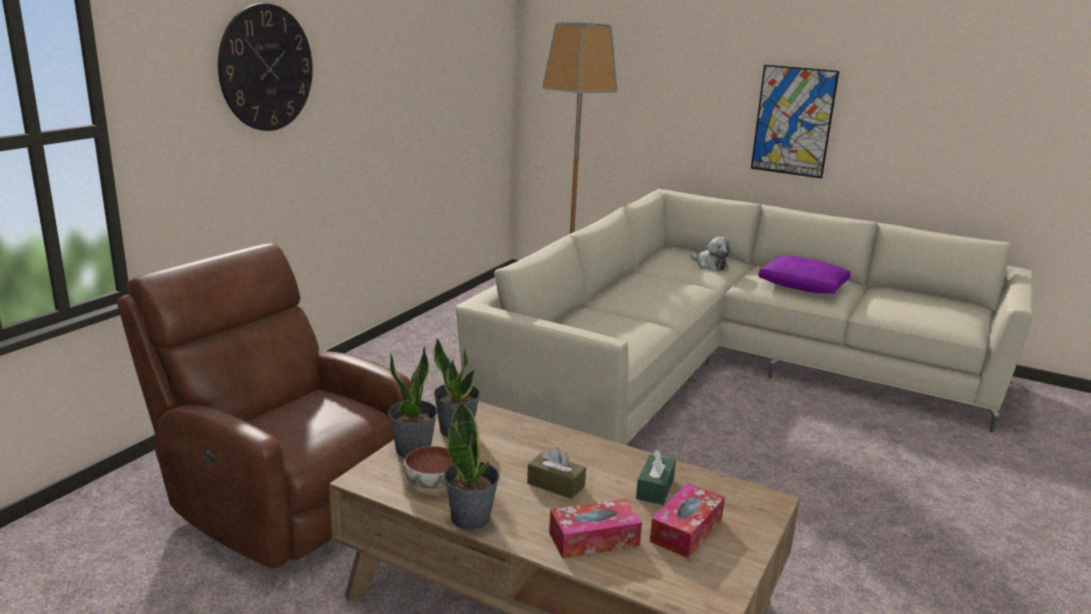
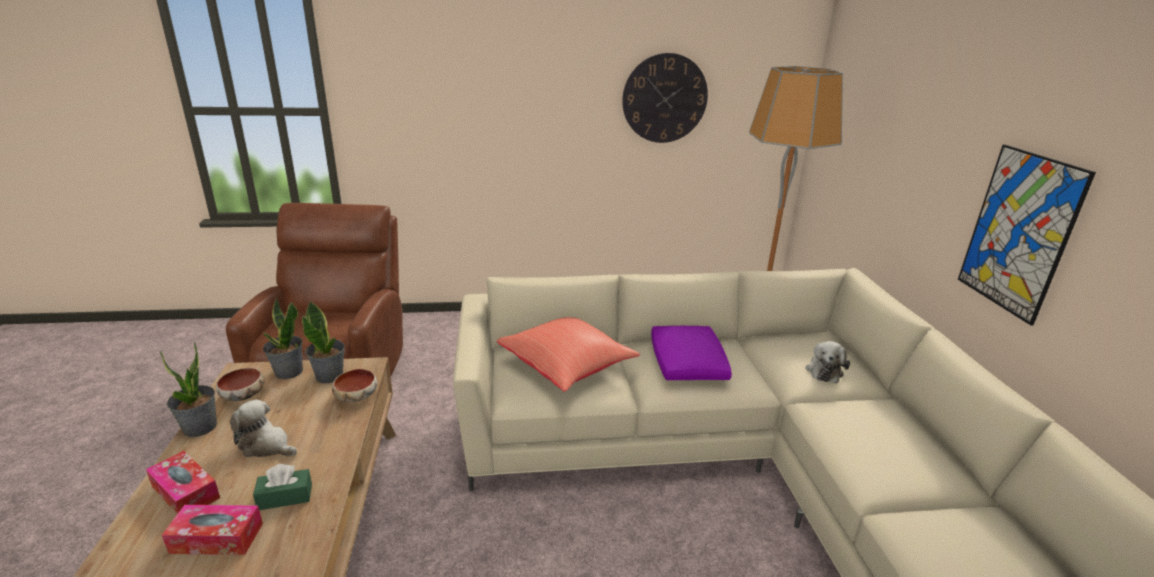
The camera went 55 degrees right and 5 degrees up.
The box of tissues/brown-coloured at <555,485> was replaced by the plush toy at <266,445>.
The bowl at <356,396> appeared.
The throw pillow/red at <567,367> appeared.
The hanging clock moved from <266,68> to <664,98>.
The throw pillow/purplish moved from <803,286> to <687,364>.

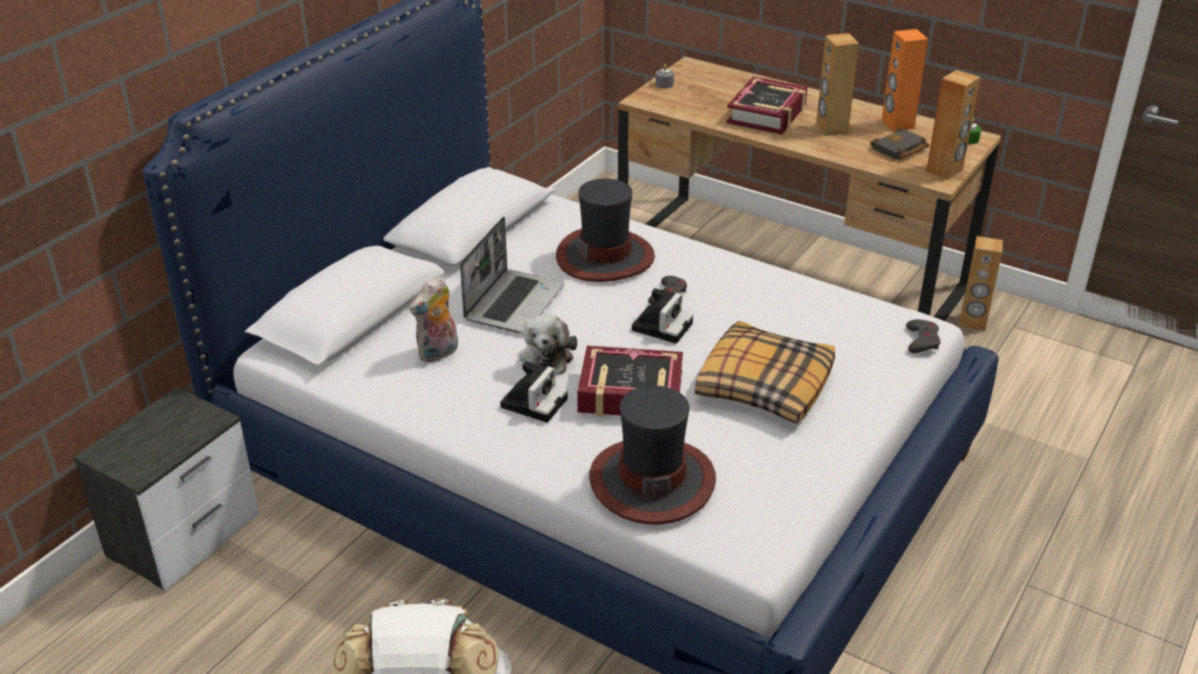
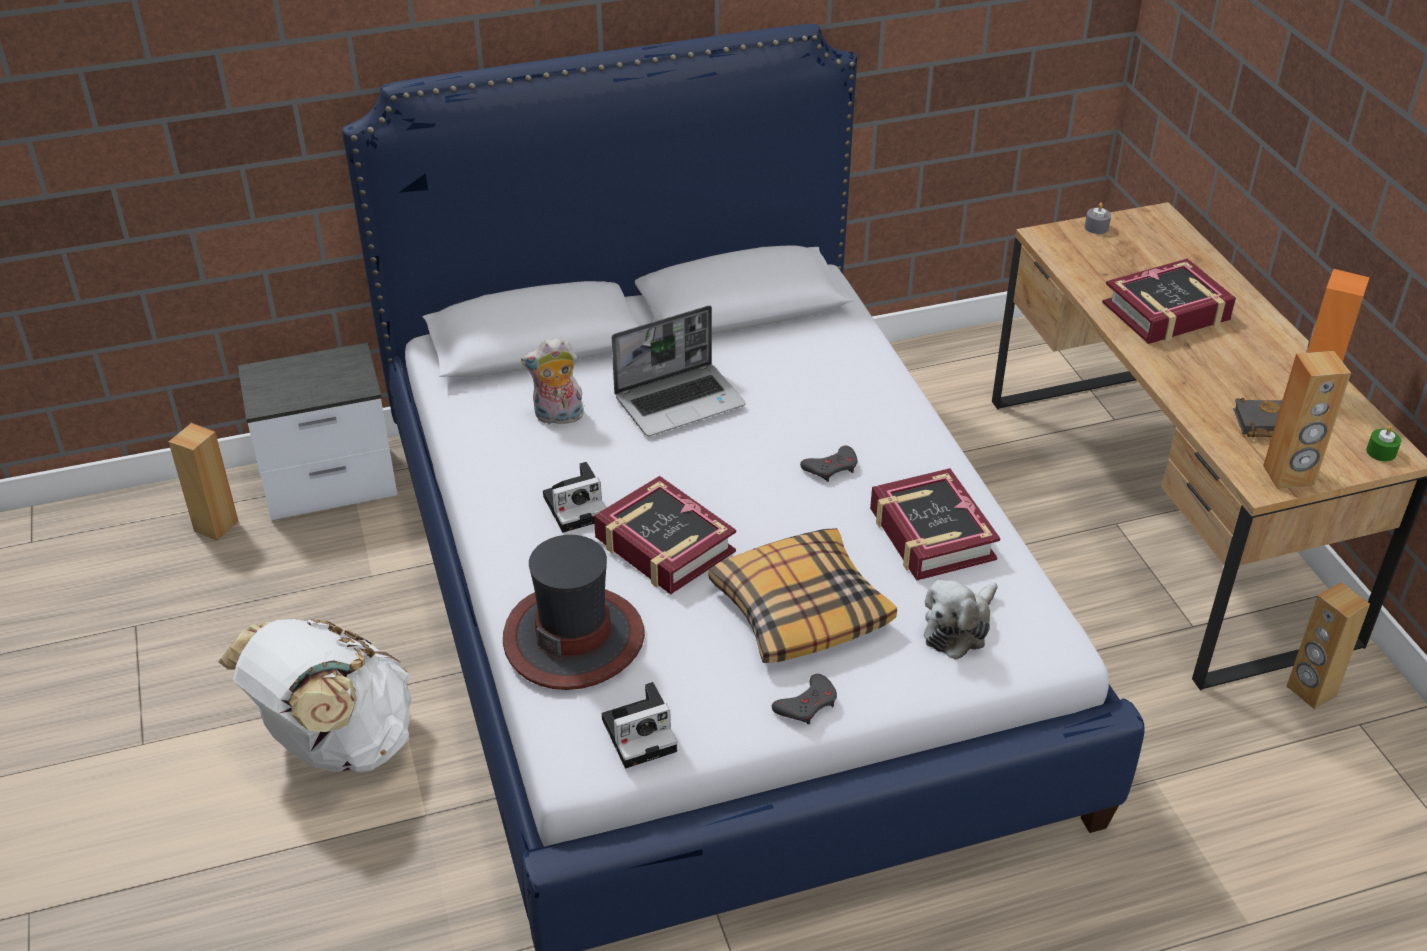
The camera went 40 degrees right and 5 degrees up.
The audio speaker/brown-coloured moved from <831,128> to <215,526>.
The still camera moved from <662,325> to <641,733>.
The gamepad/grey moved from <922,340> to <807,704>.
The book at <930,534> appeared.
The plush toy moved from <547,356> to <959,628>.
The hat at <605,257> disappeared.

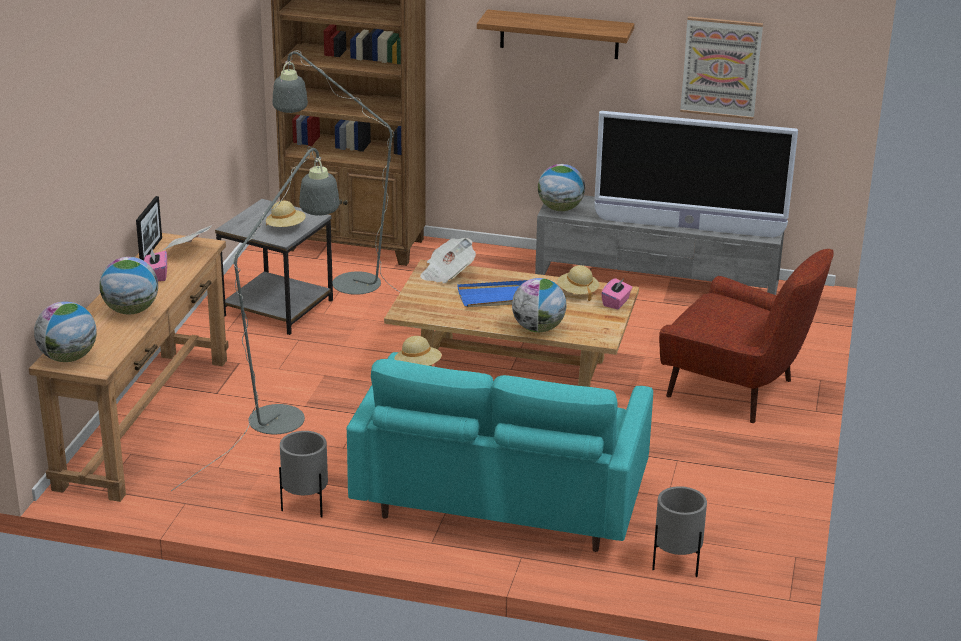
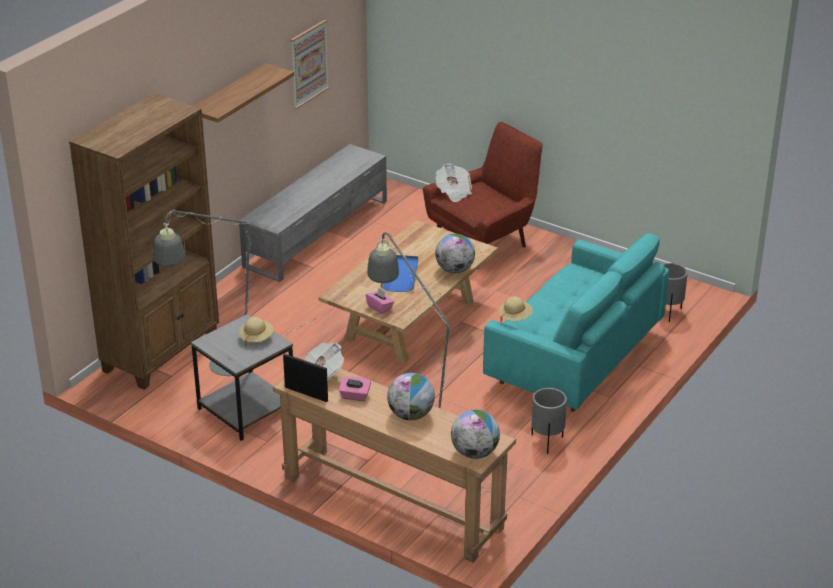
The camera went 70 degrees left and 5 degrees up.
The box of tissues/pink moved from <616,302> to <380,307>.
The daily paper moved from <447,274> to <453,192>.
The globe at <560,209> disappeared.
The hat/beige at <577,292> disappeared.
The TV at <688,228> disappeared.

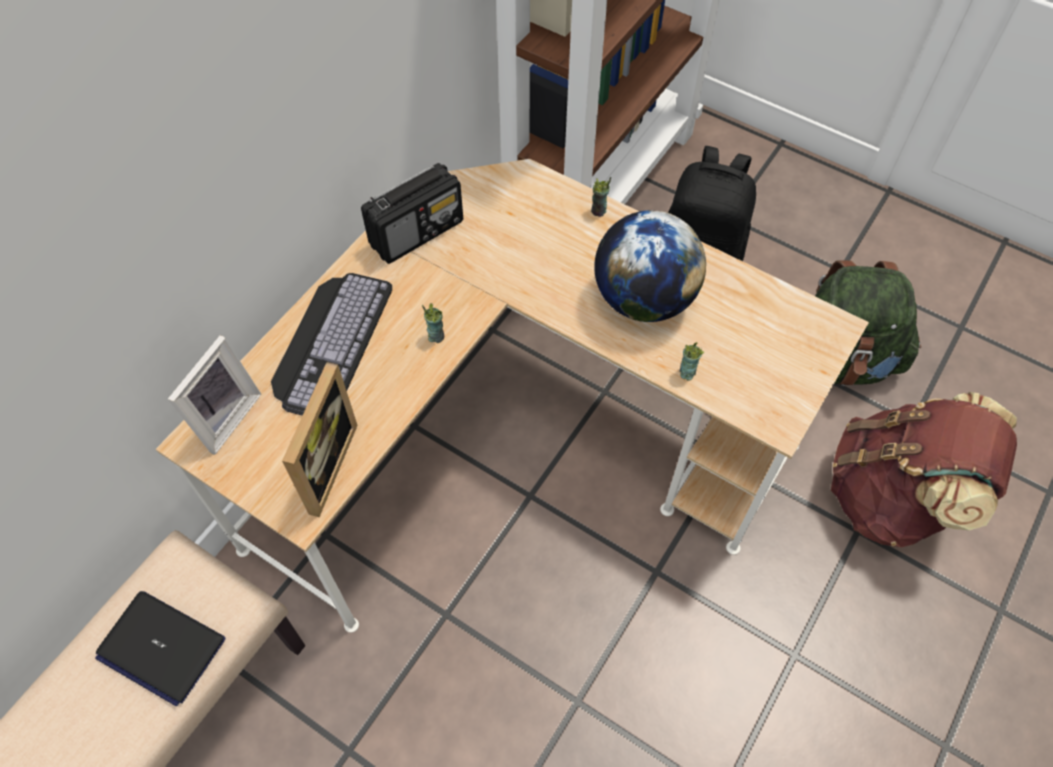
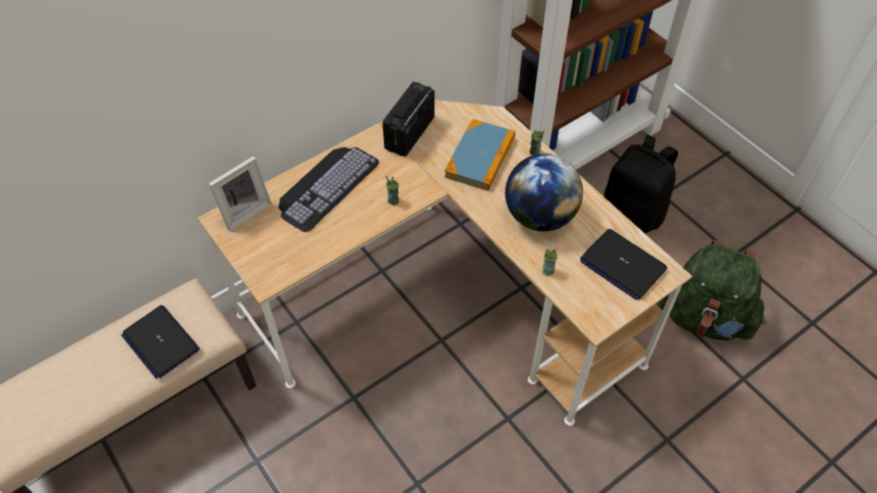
The camera went 20 degrees right and 5 degrees down.
The radio at <417,232> turned 135 degrees clockwise.
The book at <480,157> appeared.
The laptop at <622,265> appeared.
The photo frame at <322,465> disappeared.
The backpack/brown-coloured at <893,496> disappeared.

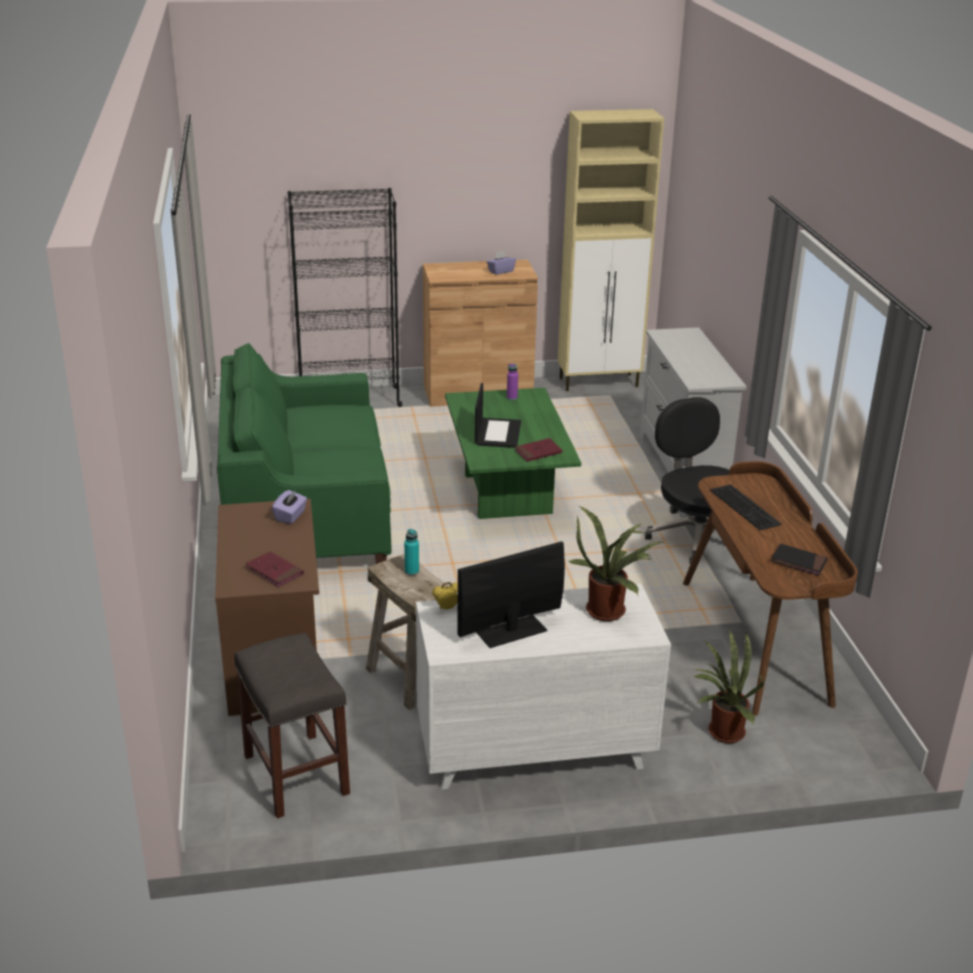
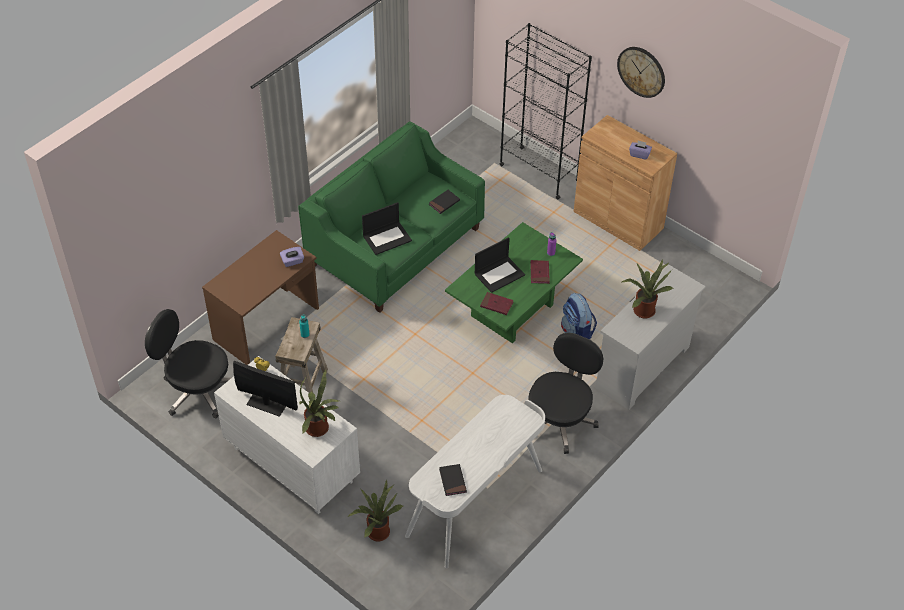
The camera went 50 degrees right and 20 degrees up.
The stool seat/grey at <294,773> was replaced by the desk chair/blackish at <197,390>.
The laptop at <387,238> appeared.
The desk/brown-coloured at <756,640> became the desk/whitish at <476,503>.
The book/blackish at <444,203> appeared.
The book/red moved from <274,571> to <539,273>.
The backpack at <577,332> appeared.
The hanging clock at <641,71> appeared.
The plant in a pot at <643,309> appeared.
The cupboard/beige at <599,382> disappeared.
The keyboard at <746,507> disappeared.

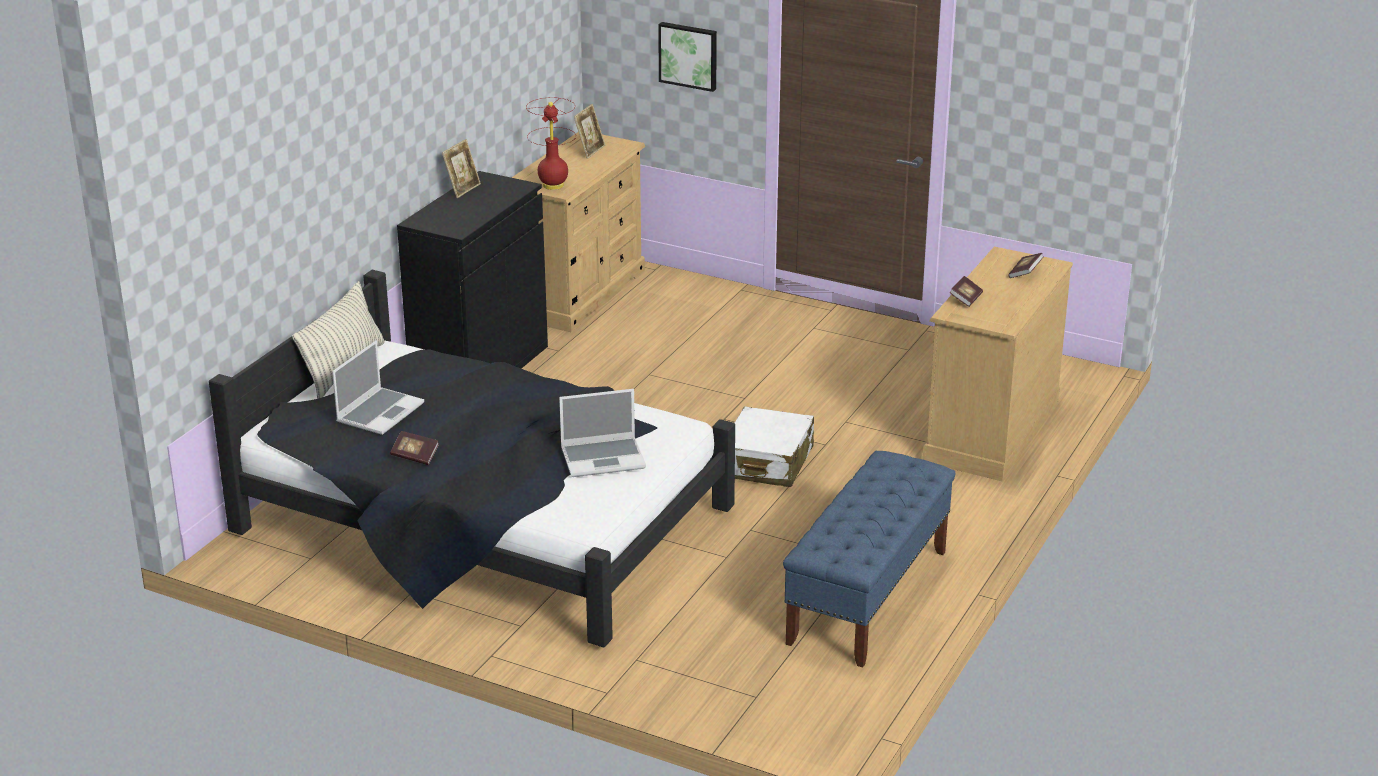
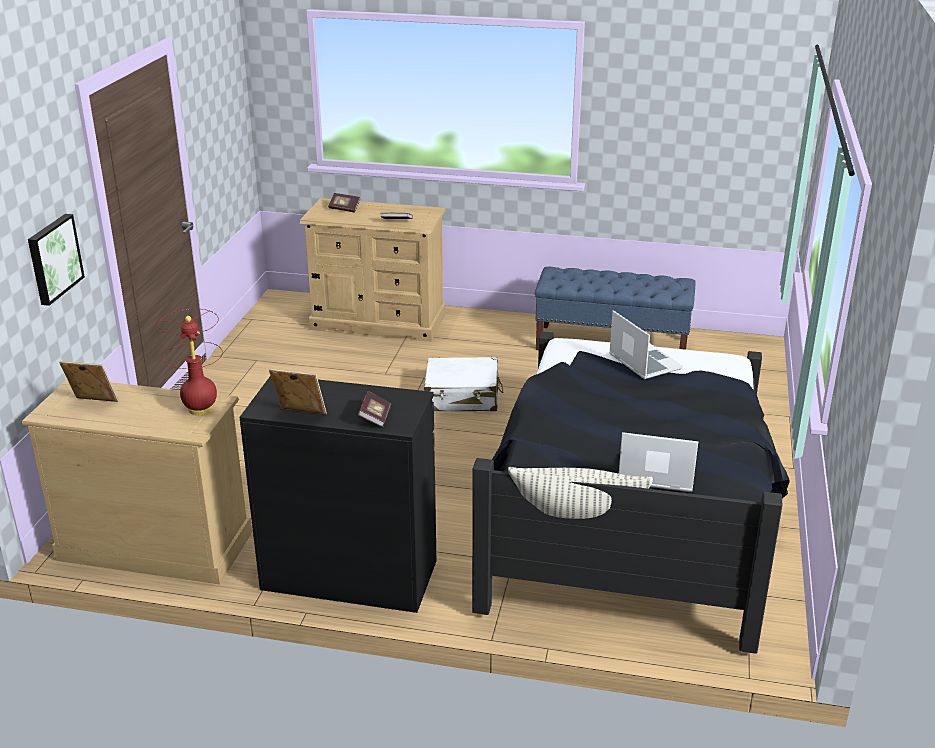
The camera went 105 degrees left and 0 degrees up.
The book moved from <415,456> to <375,417>.

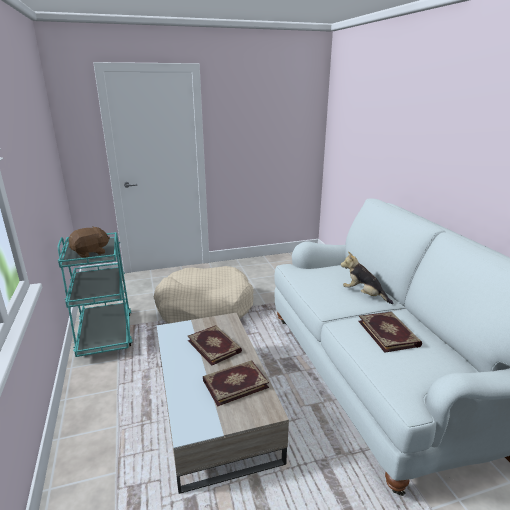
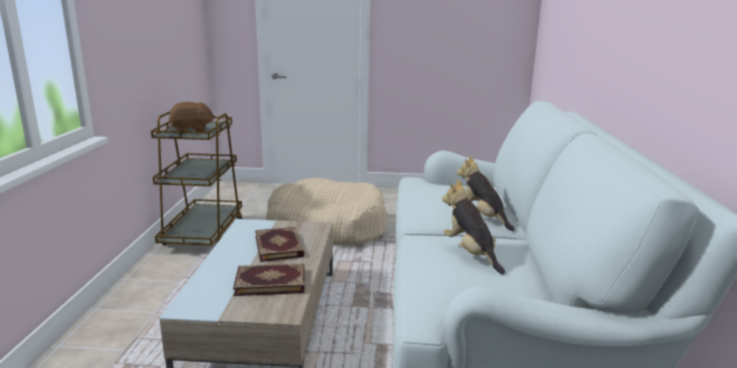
The camera went 20 degrees right and 5 degrees down.
The cart/turquoise at <105,335> became the cart/brown-coloured at <203,233>.
The book at <389,333> was replaced by the plush toy at <470,253>.

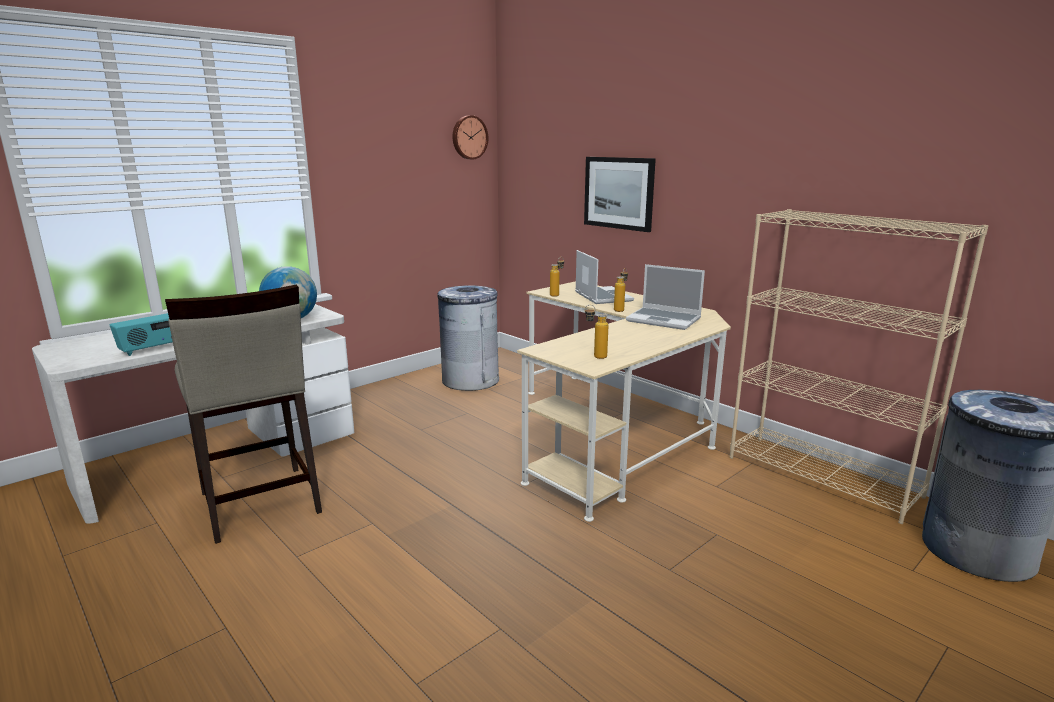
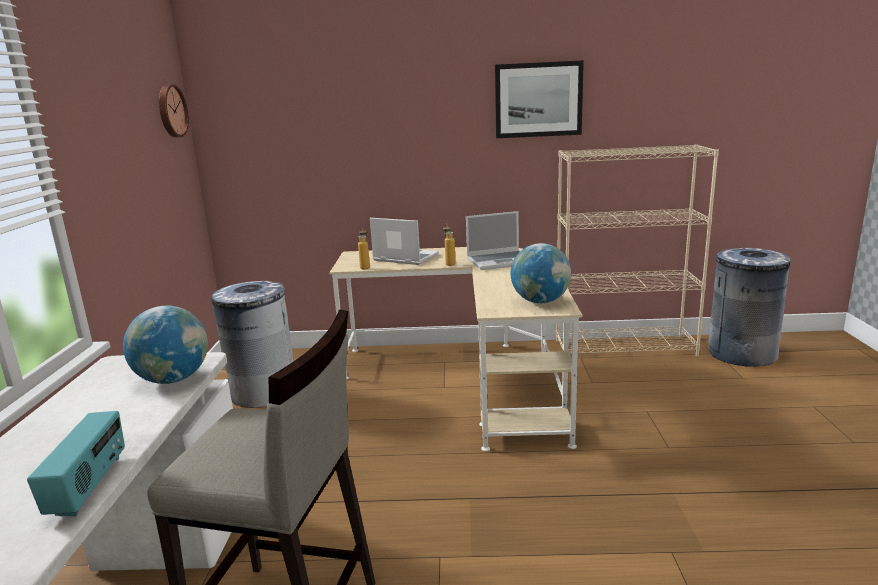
The camera went 45 degrees left and 0 degrees up.
The wall art moved from <619,193> to <538,100>.
The drink bottle at <595,356> was replaced by the globe at <540,301>.

